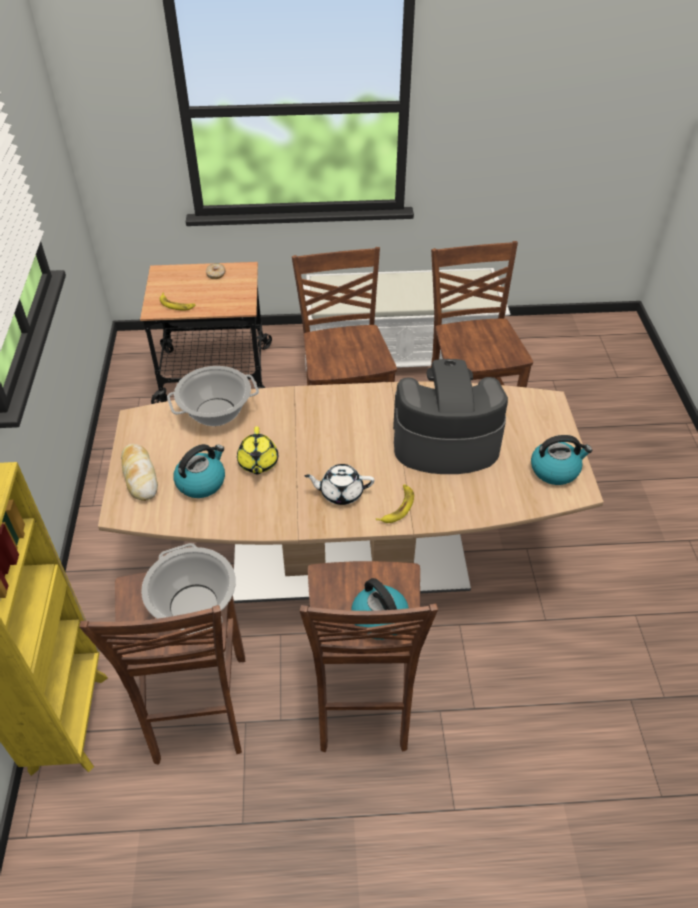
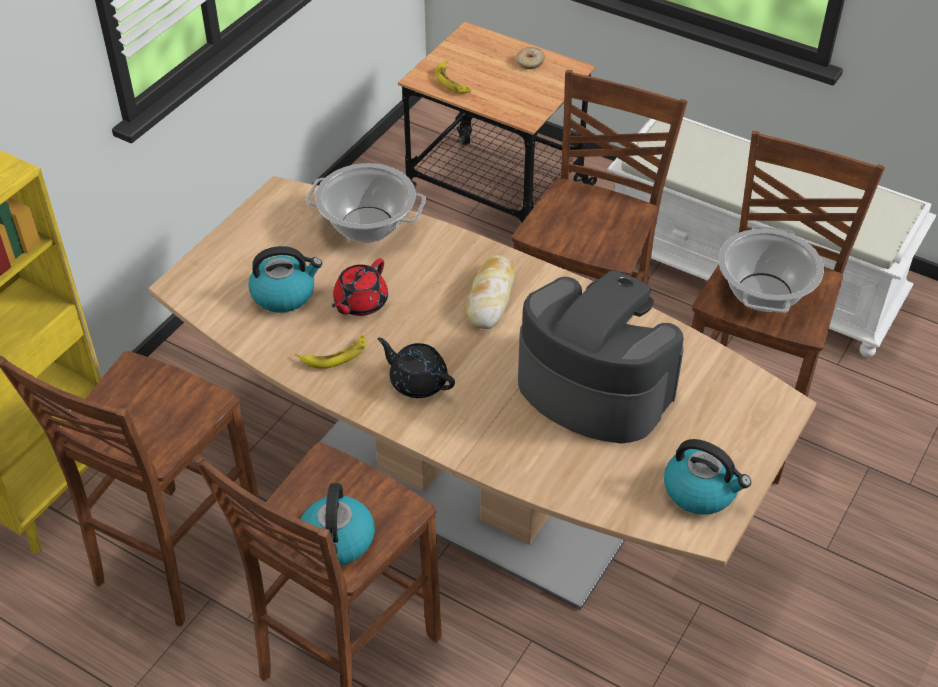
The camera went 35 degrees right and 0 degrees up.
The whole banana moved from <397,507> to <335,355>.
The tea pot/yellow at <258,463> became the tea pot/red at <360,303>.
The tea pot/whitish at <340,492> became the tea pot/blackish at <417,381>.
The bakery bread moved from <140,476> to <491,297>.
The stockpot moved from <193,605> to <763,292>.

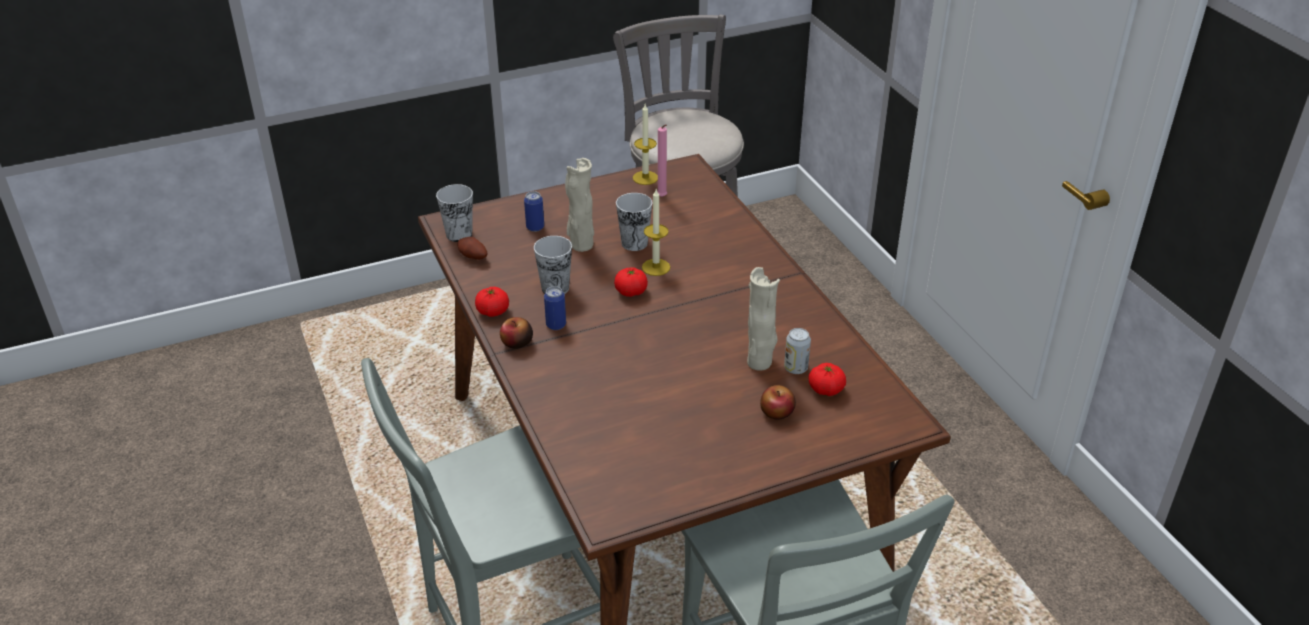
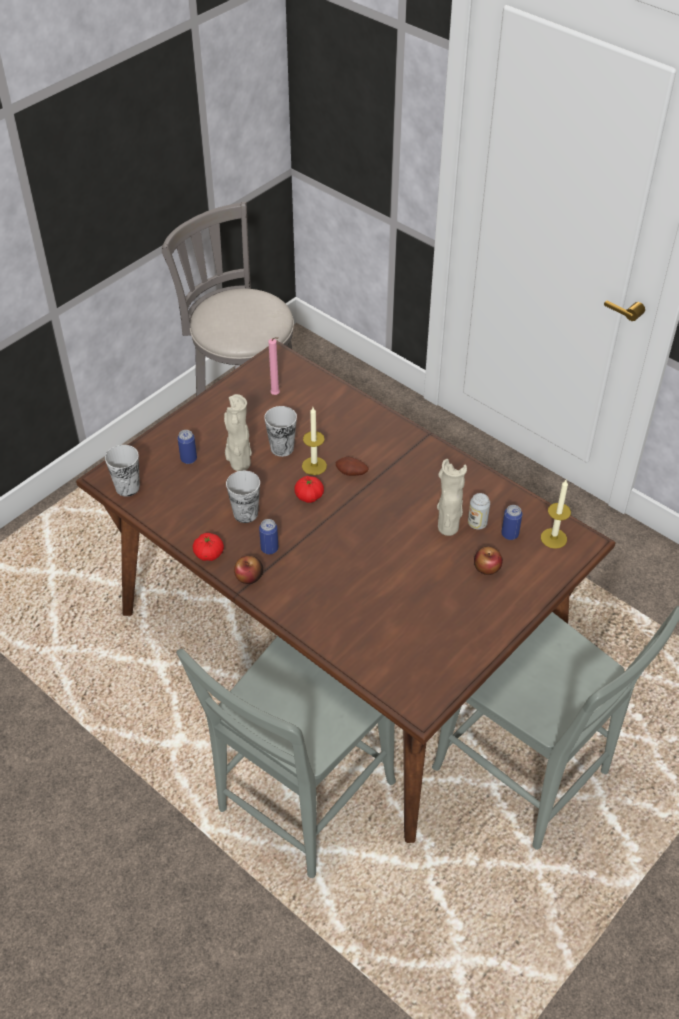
The camera went 25 degrees left and 10 degrees up.
The whole potato moved from <472,257> to <351,474>.
The tomato at <826,389> was replaced by the can at <509,534>.
The wax light moved from <645,178> to <553,538>.

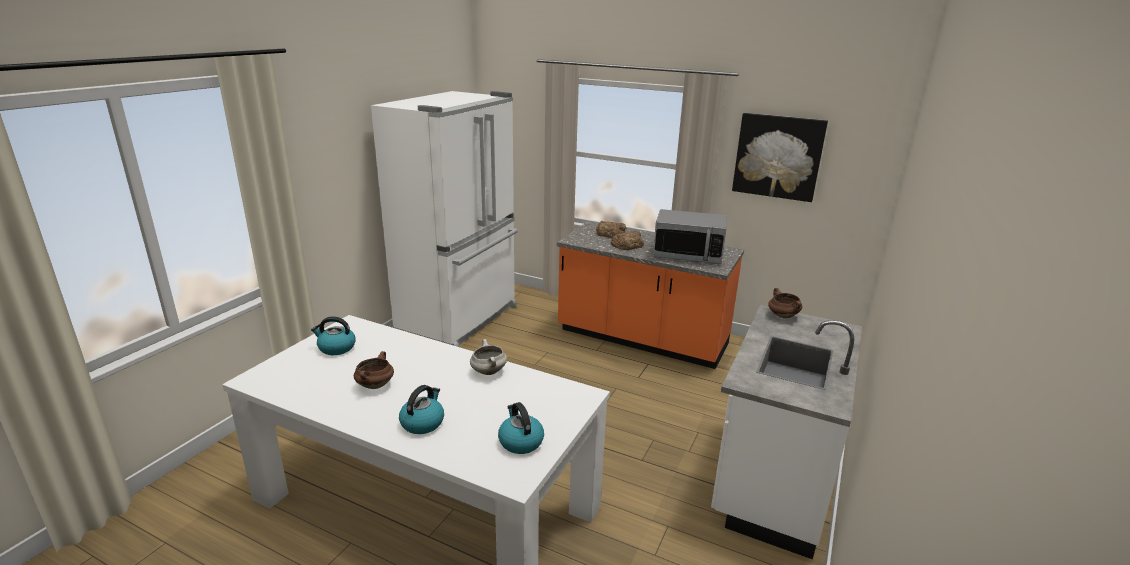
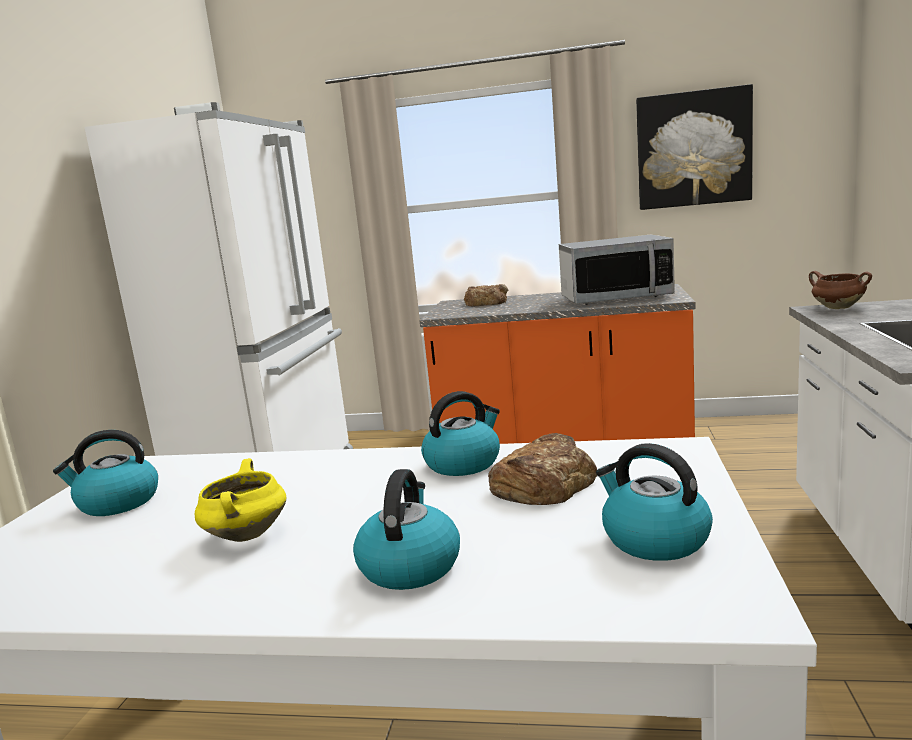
The camera went 15 degrees left and 10 degrees down.
The stockpot/brown-coloured at <375,385> became the stockpot/yellow at <246,534>.
The stockpot/whitish at <488,371> was replaced by the tea kettle at <463,463>.
The bakery bread moved from <627,244> to <543,483>.

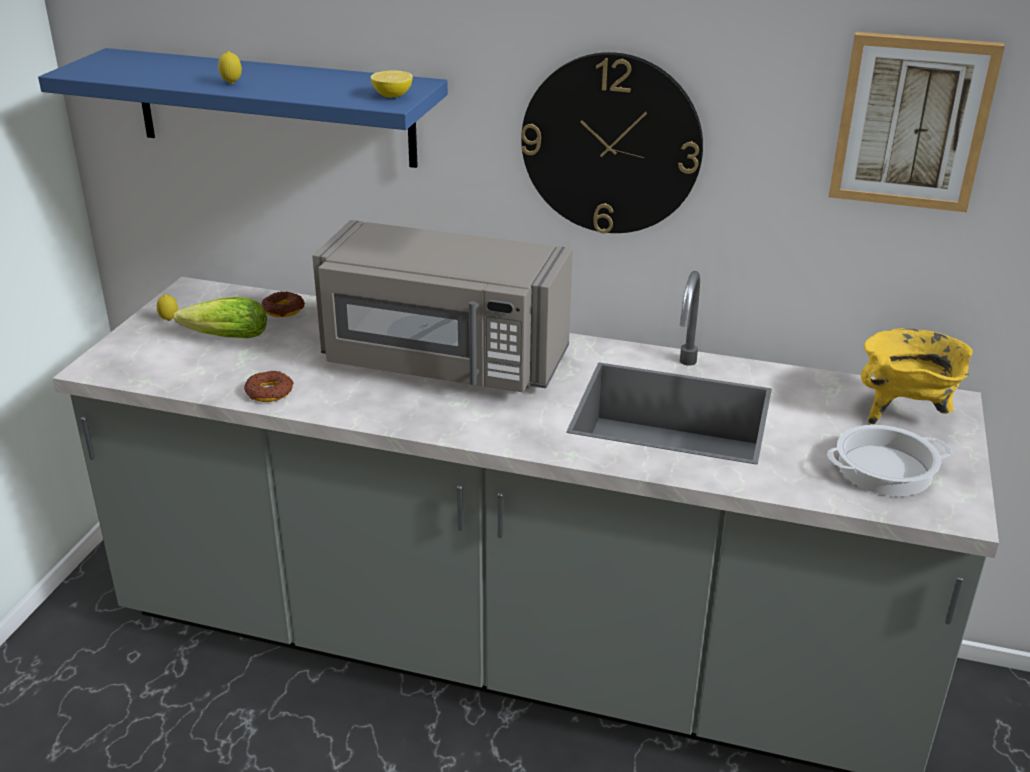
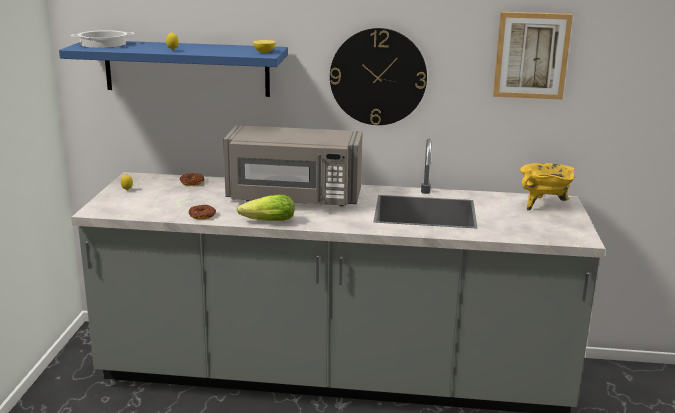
The camera went 10 degrees left and 10 degrees down.
The stockpot moved from <884,470> to <103,44>.
The lettuce moved from <222,338> to <265,221>.

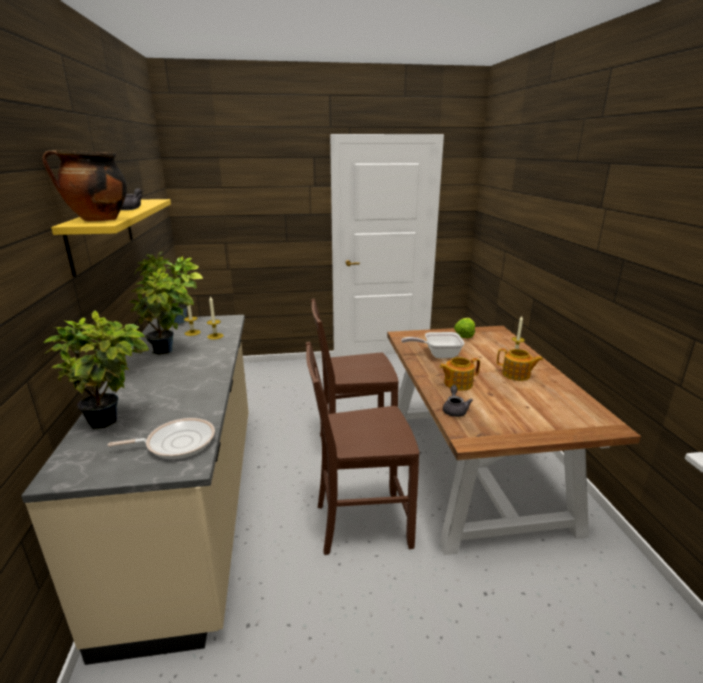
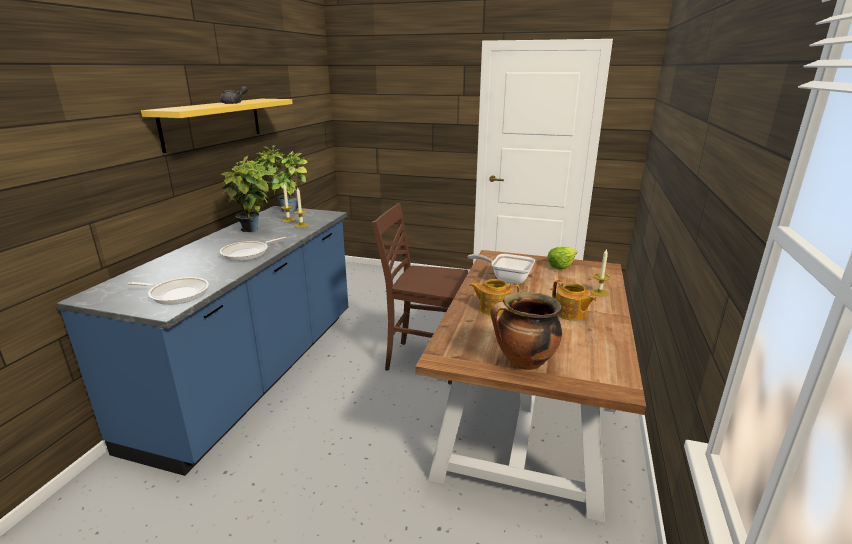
The camera went 25 degrees right and 0 degrees up.
The kitchen counter/beige at <194,508> became the kitchen counter/blue at <256,373>.
The pan at <248,253> appeared.
The stockpot moved from <98,220> to <523,362>.
The plant in a pot at <112,420> disappeared.
The upright chair/brown-coloured at <360,524> disappeared.
The tea pot/grey at <454,410> disappeared.

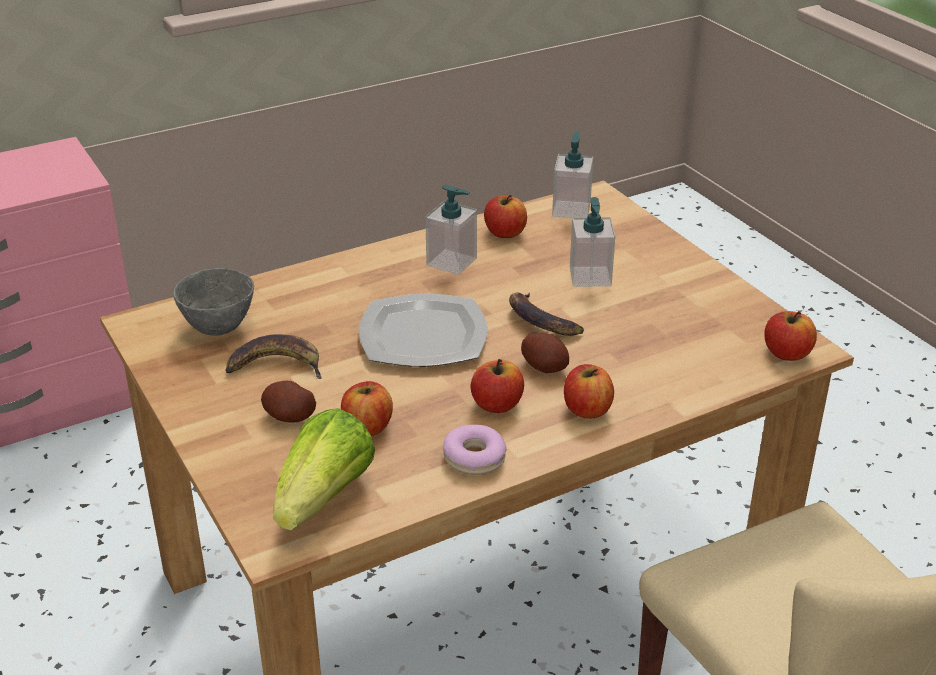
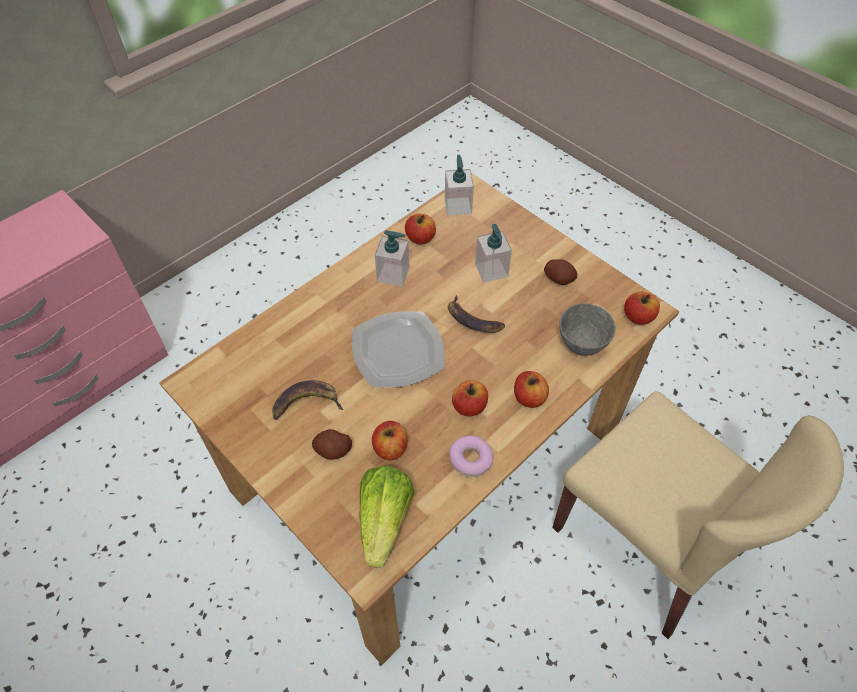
The camera went 15 degrees left and 20 degrees up.
The whole potato moved from <545,366> to <559,278>.
The bowl/grey moved from <217,327> to <580,344>.

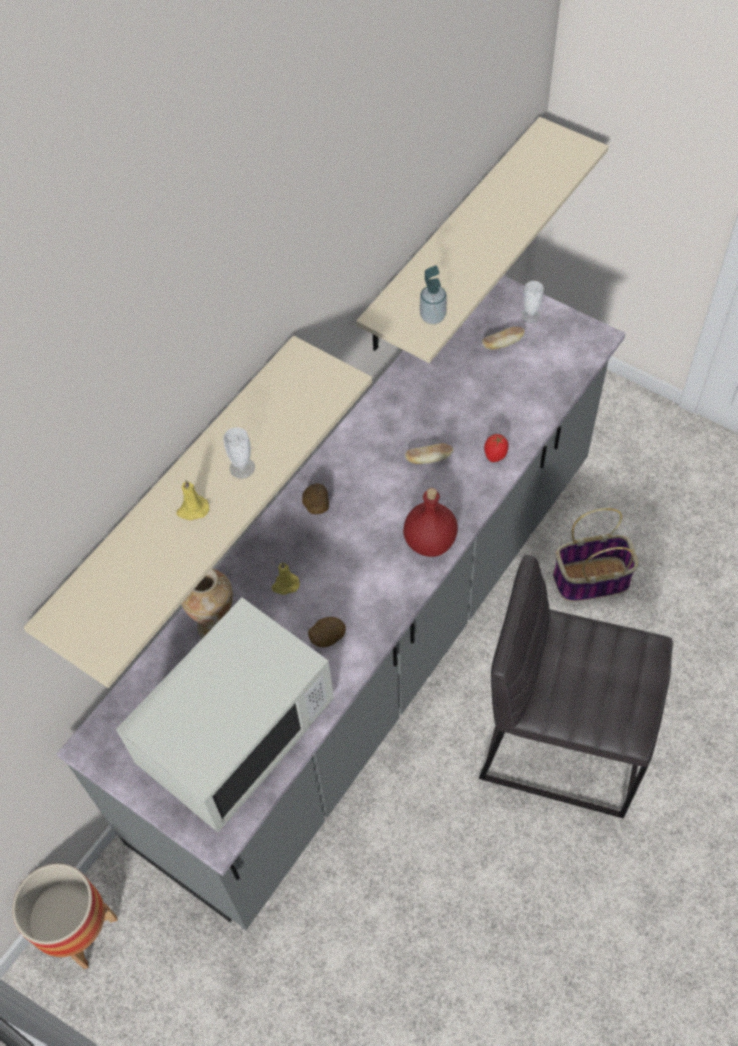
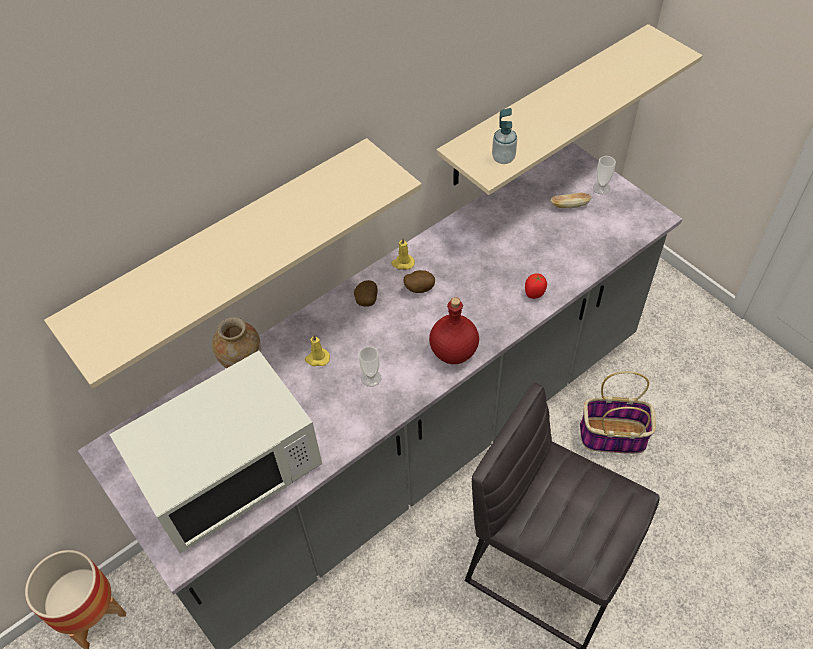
The camera went 15 degrees right and 5 degrees down.
The small cup moved from <242,468> to <371,378>.
The wax light/yellow moved from <192,510> to <402,263>.
The whole potato moved from <327,638> to <419,288>.
The bakery bread at <428,459> disappeared.

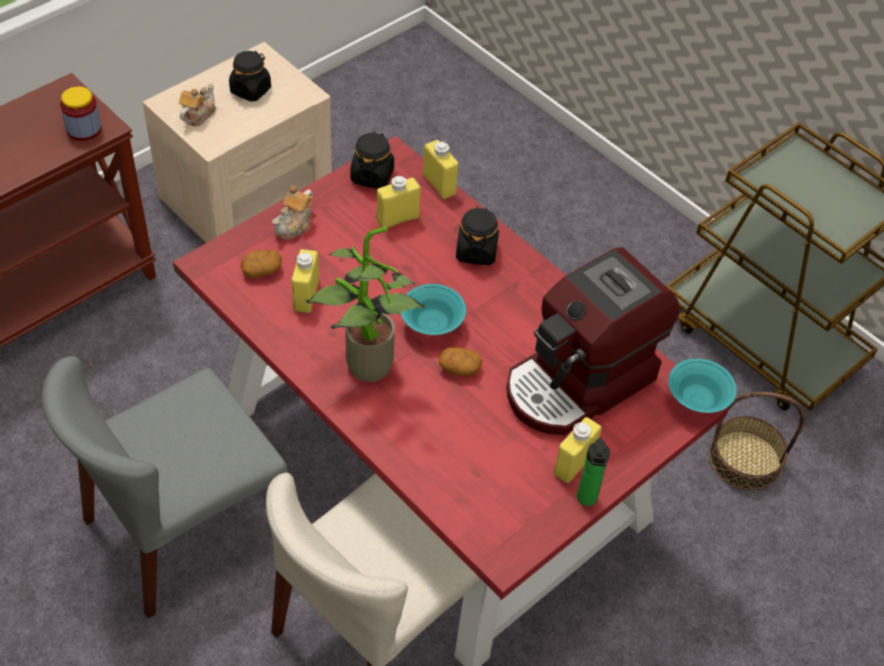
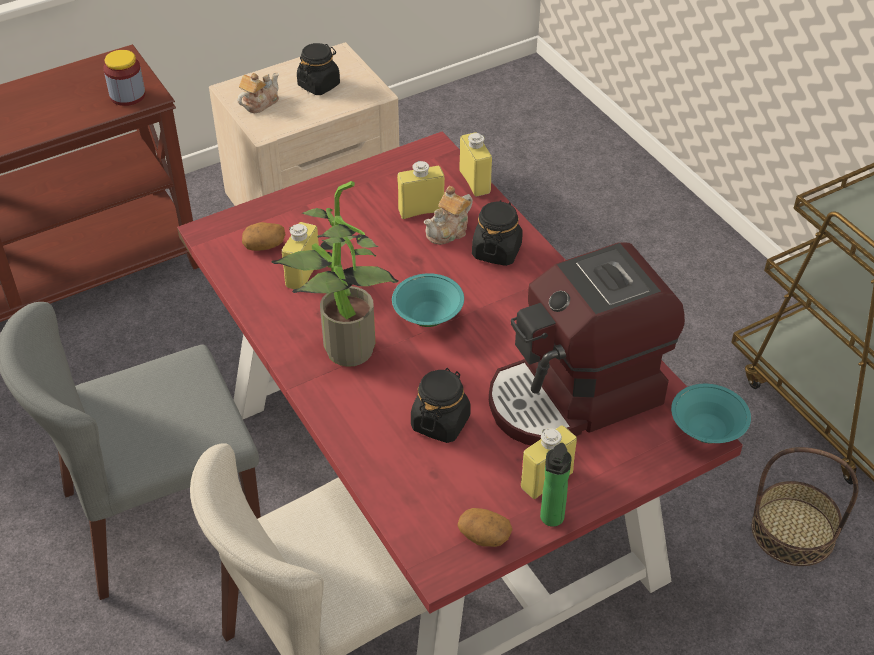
The camera went 15 degrees right and 5 degrees down.
The storage jar/blackish moved from <372,176> to <440,422>.
The tea pot moved from <294,225> to <449,231>.
The whole potato moved from <459,368> to <483,536>.

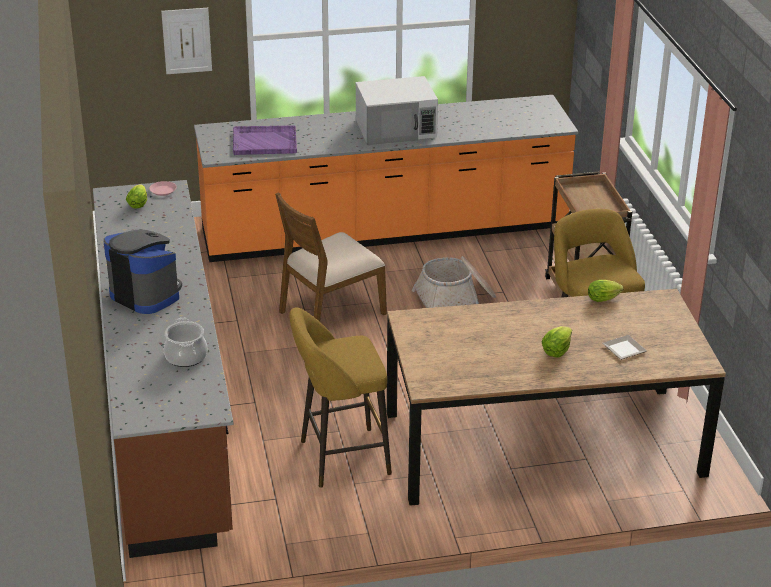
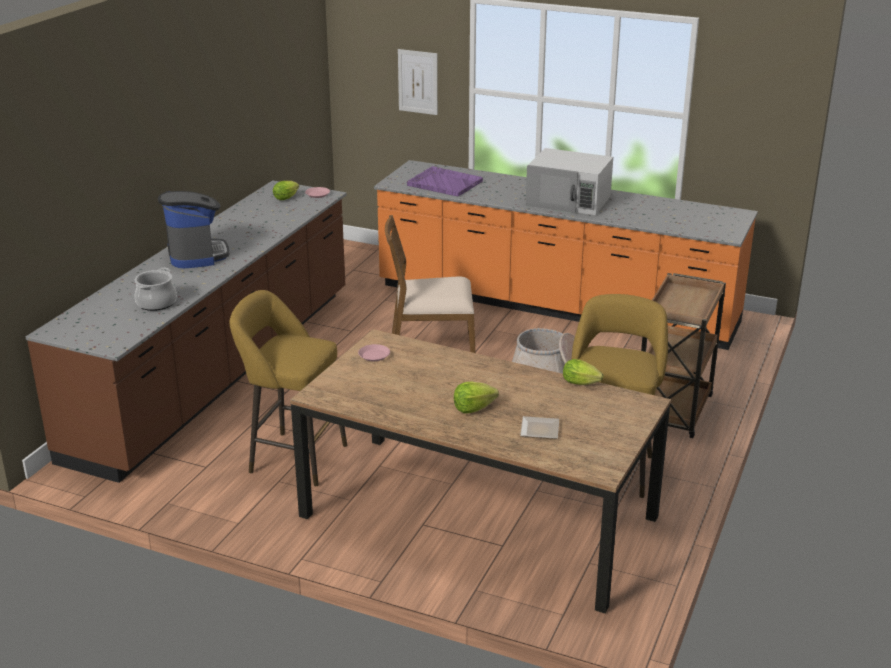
The camera went 35 degrees right and 5 degrees down.
The plate/pink at <374,355> appeared.

